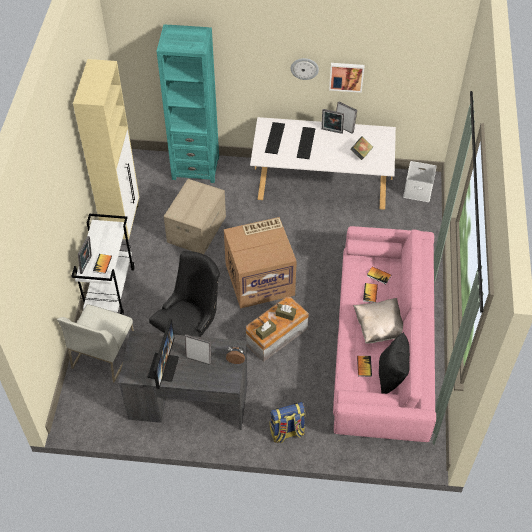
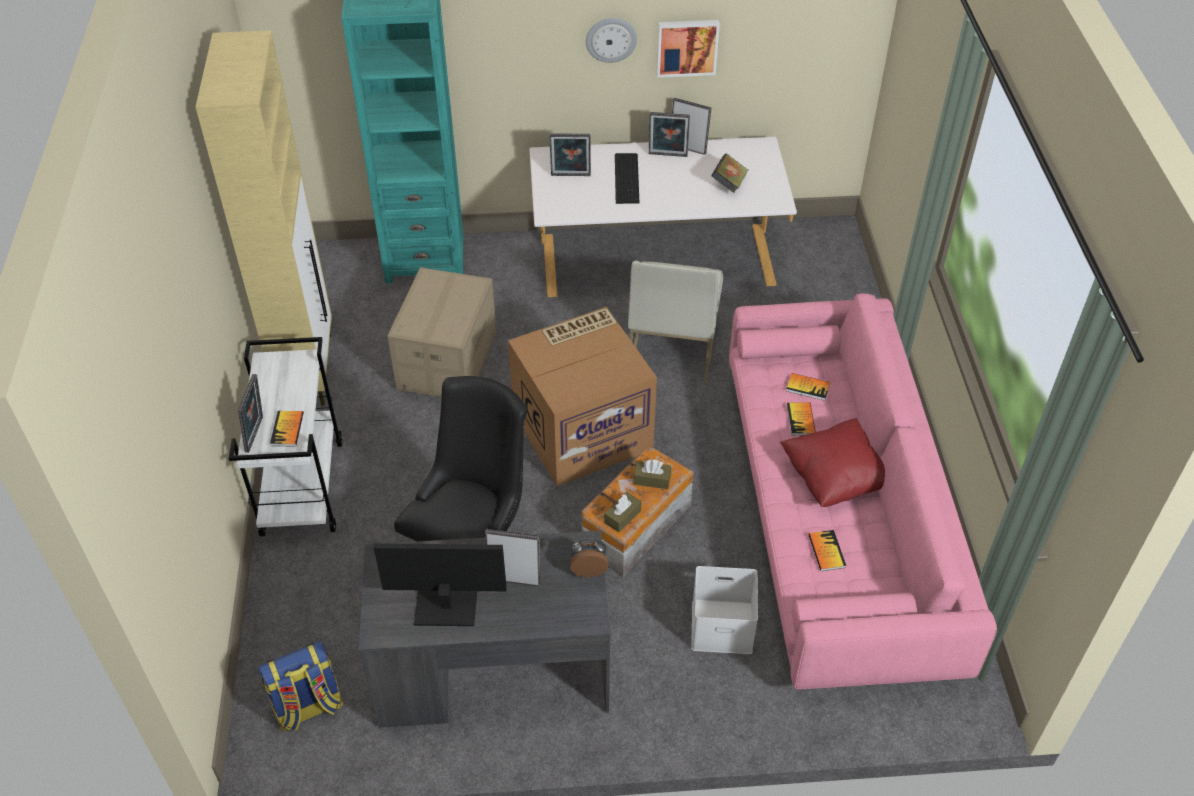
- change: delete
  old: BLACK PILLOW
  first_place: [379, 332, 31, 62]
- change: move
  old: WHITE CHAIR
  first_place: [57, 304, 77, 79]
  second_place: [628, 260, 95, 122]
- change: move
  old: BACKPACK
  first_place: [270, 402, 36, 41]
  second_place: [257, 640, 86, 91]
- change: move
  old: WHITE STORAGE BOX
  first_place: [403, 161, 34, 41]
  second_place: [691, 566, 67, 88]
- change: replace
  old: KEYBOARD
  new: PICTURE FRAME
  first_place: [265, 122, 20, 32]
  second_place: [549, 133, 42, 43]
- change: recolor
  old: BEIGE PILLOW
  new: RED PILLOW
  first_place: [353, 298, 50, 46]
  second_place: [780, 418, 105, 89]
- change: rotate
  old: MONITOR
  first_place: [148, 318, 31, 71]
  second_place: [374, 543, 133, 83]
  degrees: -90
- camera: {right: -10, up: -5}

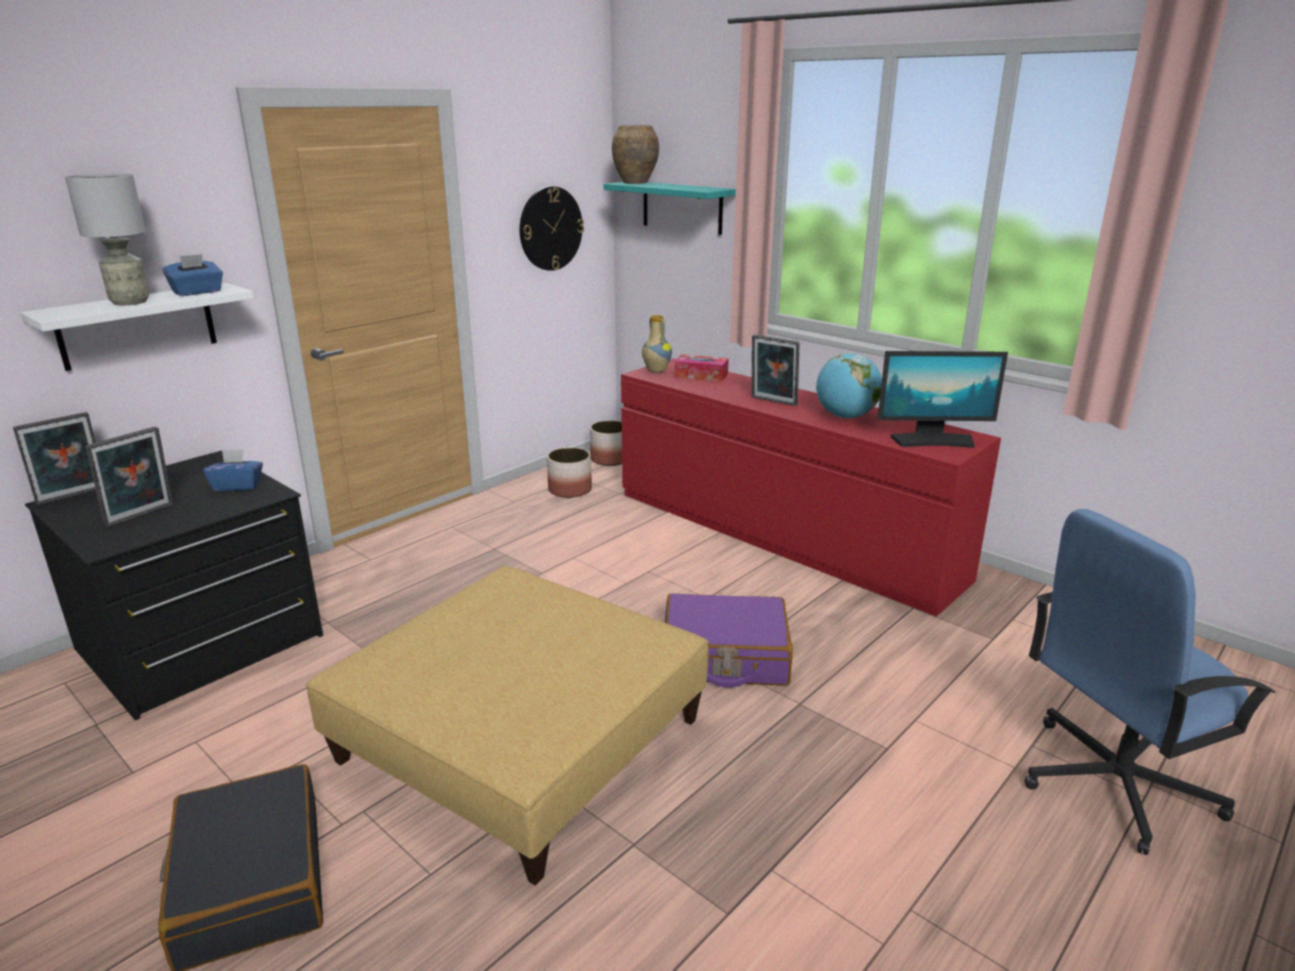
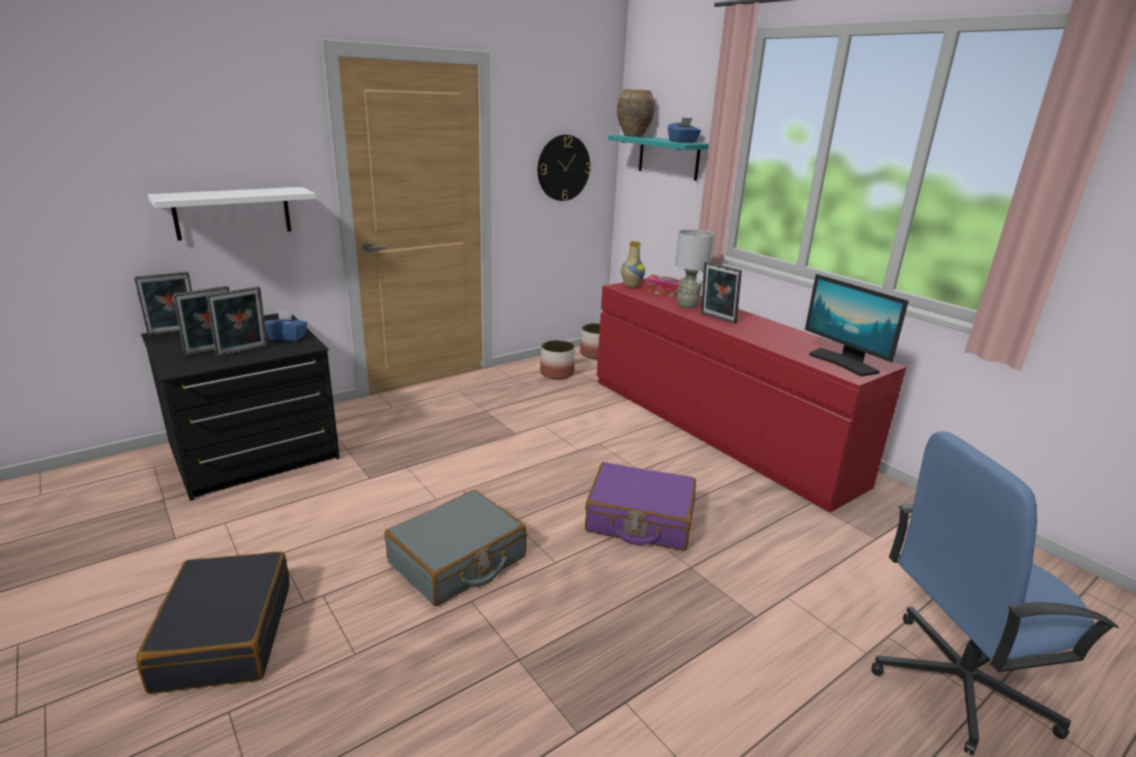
- change: delete
  old: GLOBE
  first_place: [816, 353, 66, 66]
- change: insert
  new: PICTURE FRAME
  second_place: [206, 286, 61, 71]
- change: move
  old: GREY TABLE LAMP
  first_place: [65, 173, 84, 132]
  second_place: [675, 229, 39, 79]
- change: move
  old: BLUE TISSUE BOX
  first_place: [162, 254, 61, 42]
  second_place: [668, 117, 33, 26]
- change: replace
  old: BEIGE OTTOMAN
  new: GREY SUITCASE
  first_place: [305, 566, 404, 320]
  second_place: [384, 490, 143, 116]
- change: rotate
  old: MONITOR
  first_place: [877, 351, 131, 97]
  second_place: [805, 274, 104, 103]
  degrees: 45
- camera: {right: 10, up: 0}

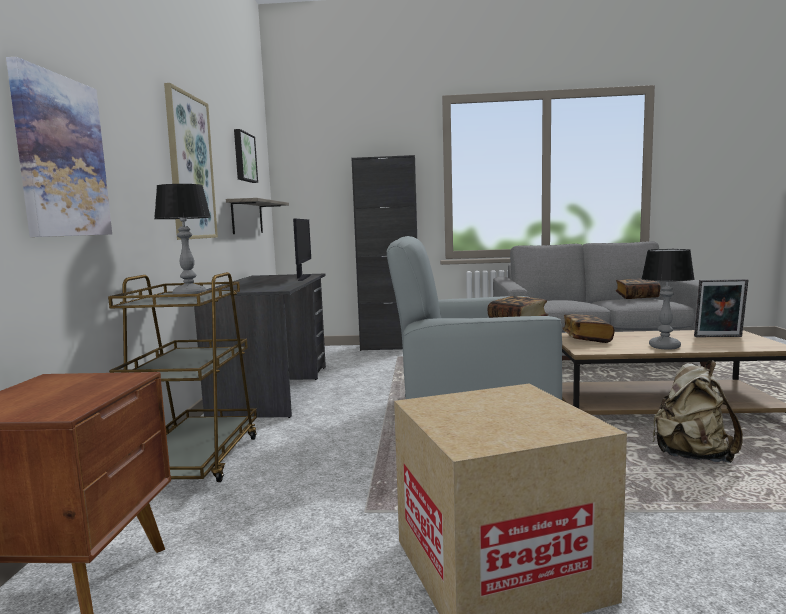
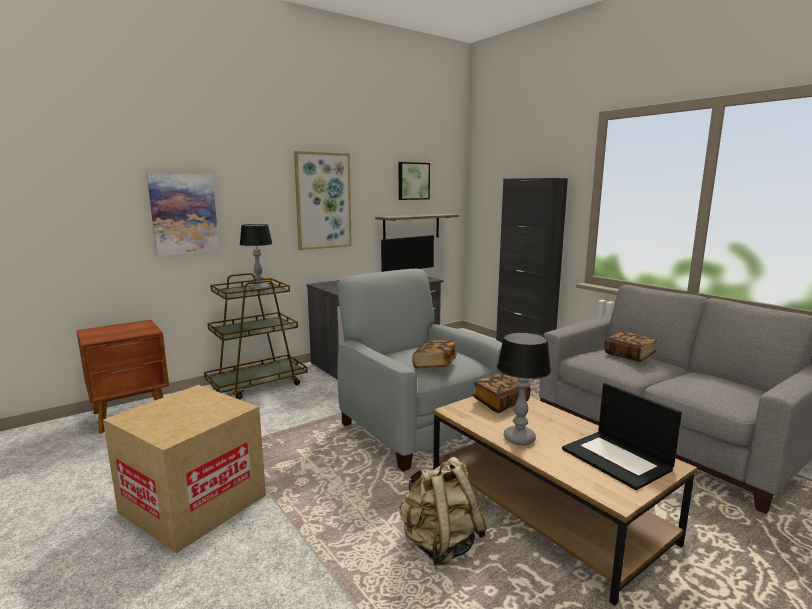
- change: move
  old: BOOK
  first_place: [616, 279, 45, 20]
  second_place: [605, 331, 52, 31]
- change: replace
  old: PICTURE FRAME
  new: LAPTOP
  first_place: [694, 279, 55, 58]
  second_place: [562, 383, 120, 107]
- camera: {right: 50, up: 5}

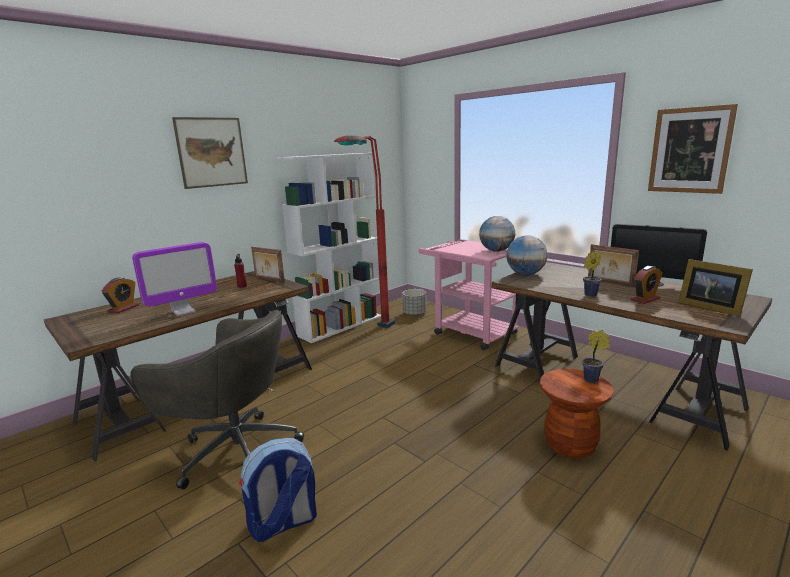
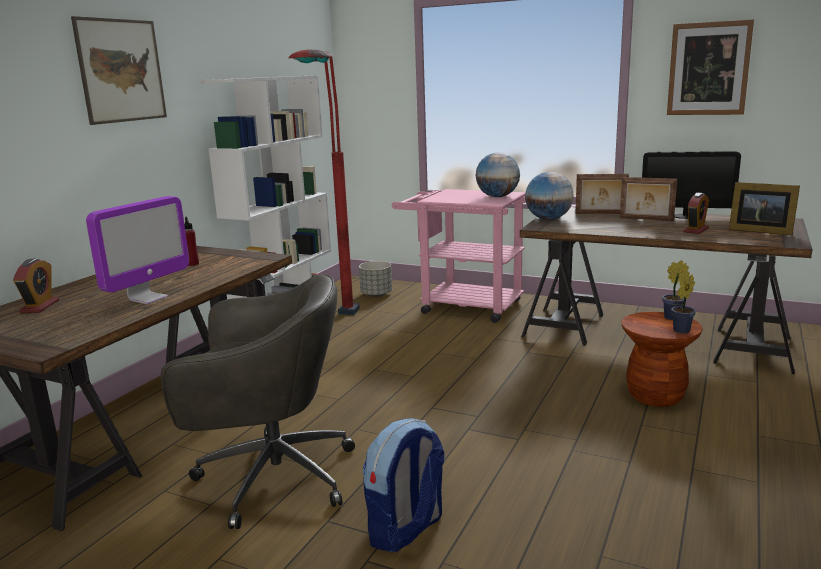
- change: move
  old: PICTURE FRAME
  first_place: [251, 247, 34, 35]
  second_place: [575, 174, 54, 40]
- change: move
  old: POTTED PLANT
  first_place: [583, 251, 19, 45]
  second_place: [671, 274, 25, 60]
- camera: {right: -20, up: 0}

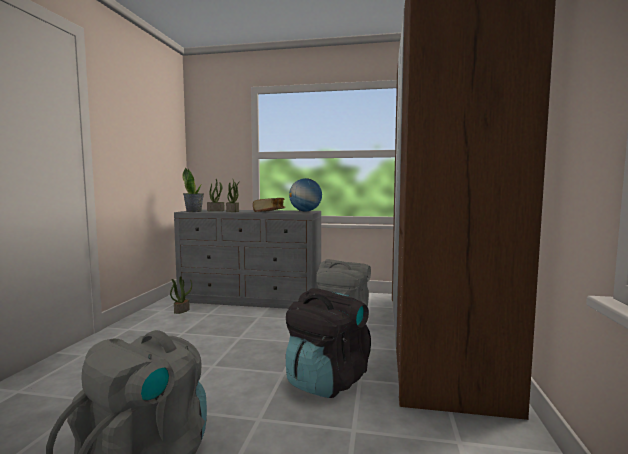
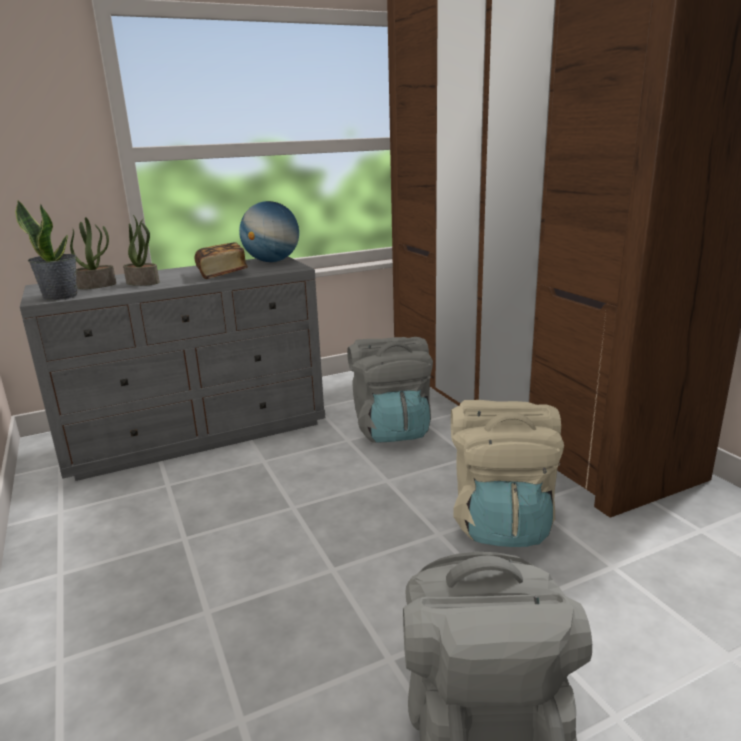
- change: delete
  old: POTTED PLANT
  first_place: [170, 276, 22, 38]
- change: recolor
  old: BLACK BACKPACK
  new: BEIGE BACKPACK
  first_place: [286, 288, 85, 110]
  second_place: [451, 400, 113, 147]
- camera: {right: -35, up: 15}

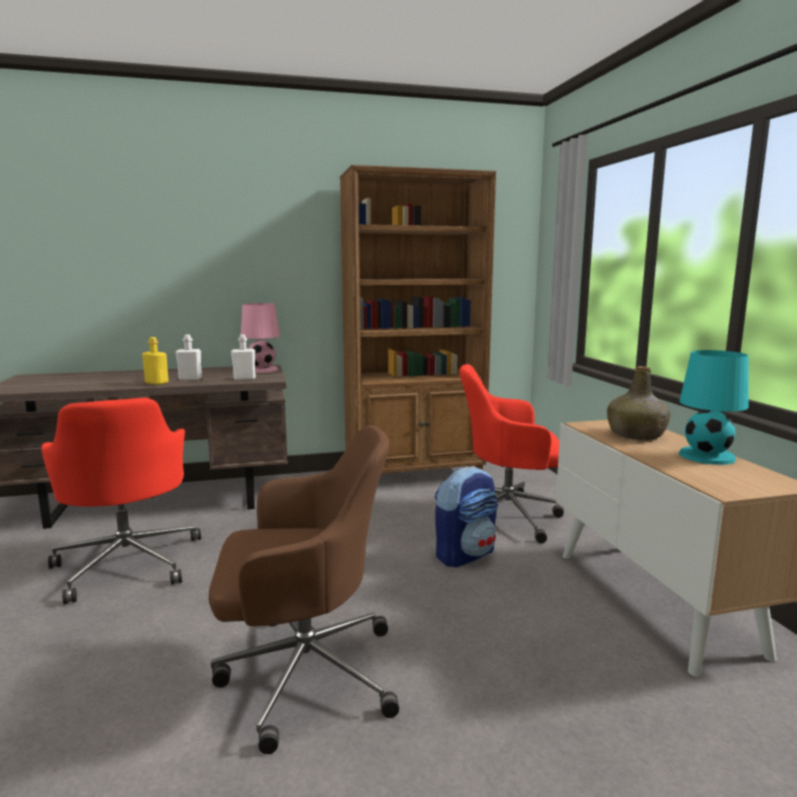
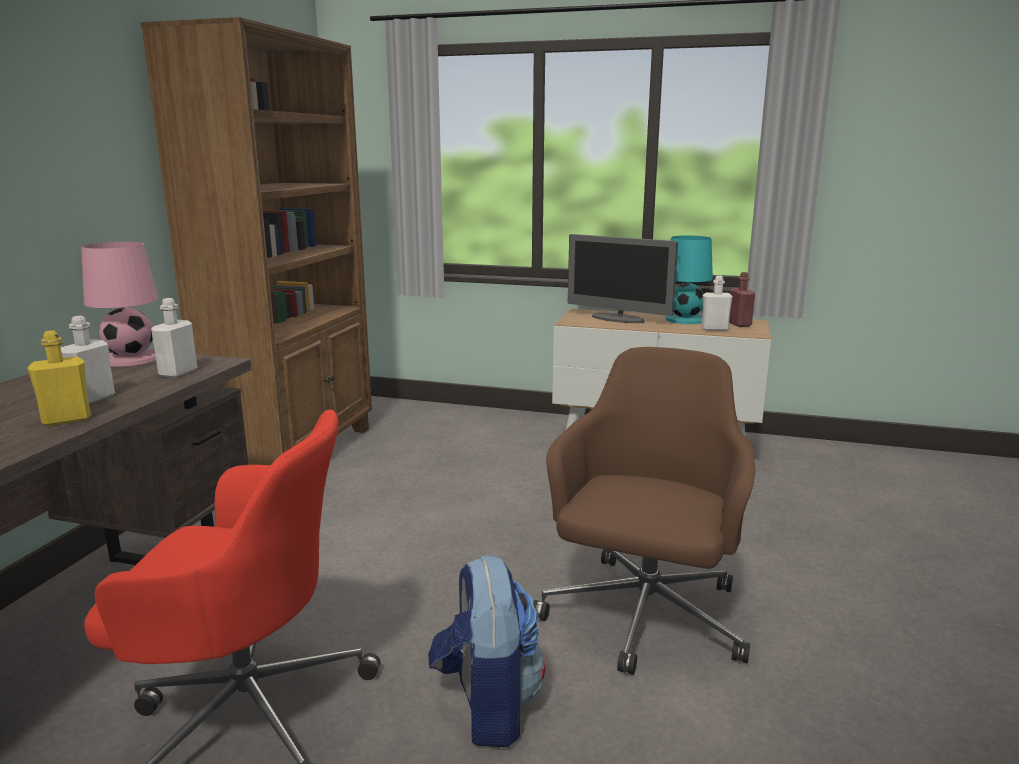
- change: delete
  old: RED OFFICE CHAIR
  first_place: [459, 364, 105, 179]
- change: insert
  new: WHITE BOTTLE
  second_place: [701, 276, 32, 55]
- change: insert
  new: RED BOTTLE
  second_place: [729, 272, 26, 55]
- change: move
  old: BACKPACK
  first_place: [435, 466, 63, 101]
  second_place: [428, 555, 117, 192]
- change: replace
  old: GREEN BOTTLE
  new: MONITOR
  first_place: [607, 366, 64, 74]
  second_place: [567, 234, 111, 89]
- camera: {right: -60, up: 5}

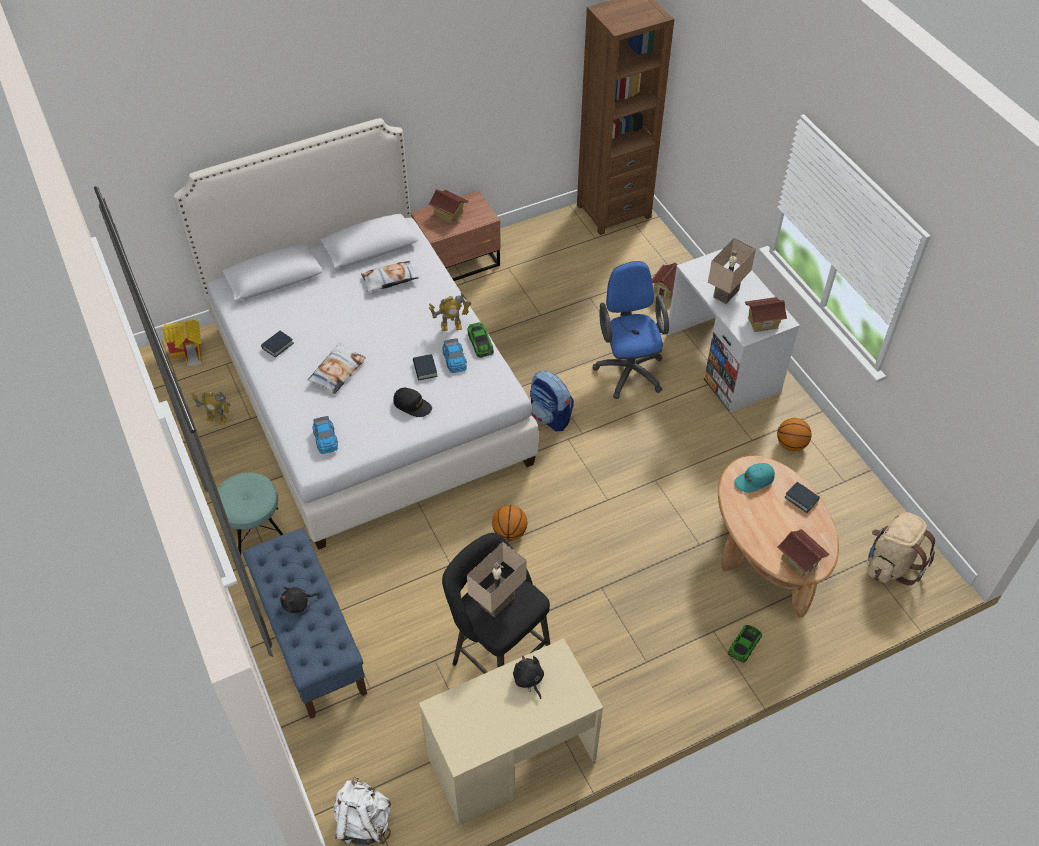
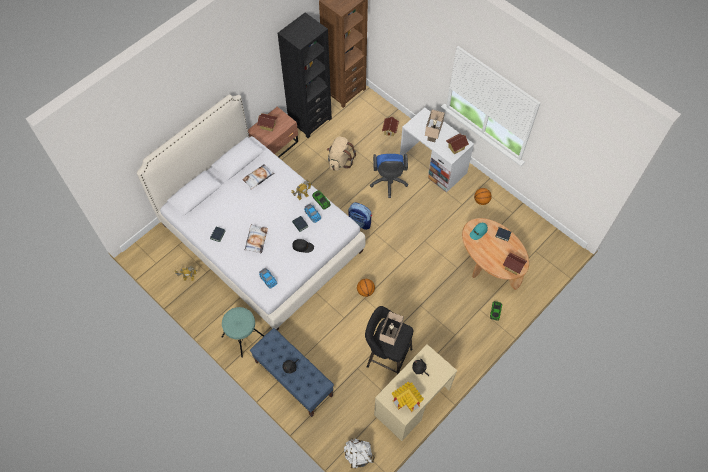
- change: insert
  new: BLACK BOOKCASE
  second_place: [278, 12, 54, 126]
- change: move
  old: TOY HOUSE
  first_place: [162, 319, 40, 47]
  second_place: [392, 382, 32, 30]
- change: move
  old: BEIGE BACKPACK
  first_place: [868, 512, 67, 73]
  second_place: [327, 137, 29, 34]
- change: rotate
  old: BLUE OFFICE CHAIR
  first_place: [593, 261, 76, 138]
  second_place: [370, 154, 38, 44]
  degrees: -150
- camera: {right: -20, up: 10}

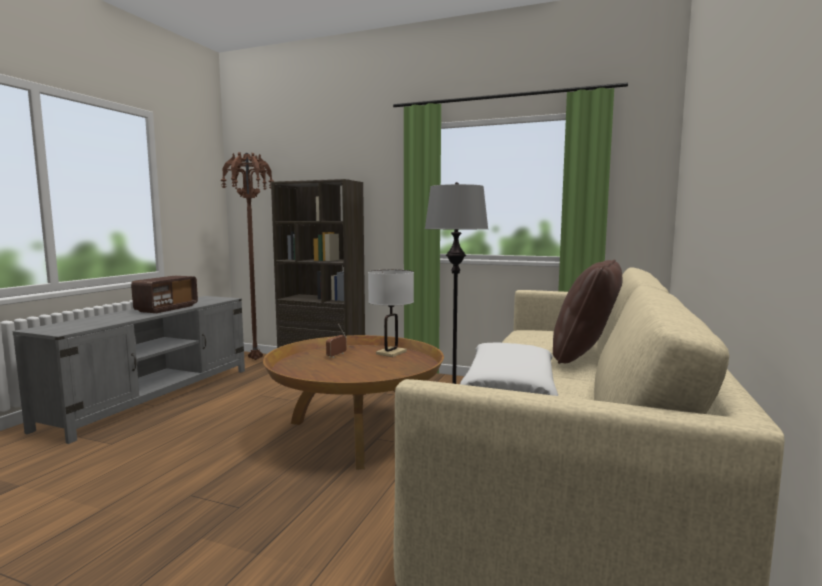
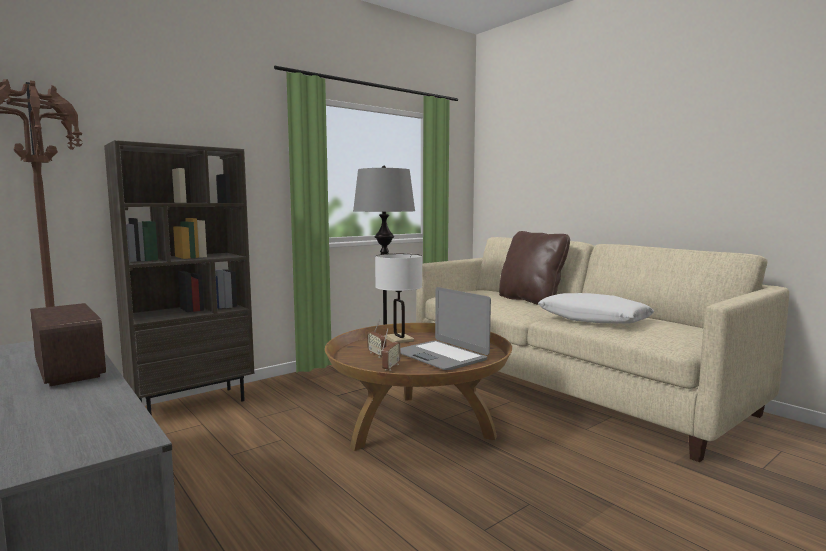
- change: insert
  new: RADIO
  second_place: [382, 328, 19, 43]
- change: insert
  new: LAPTOP
  second_place: [400, 287, 91, 83]
- camera: {right: -60, up: 0}

